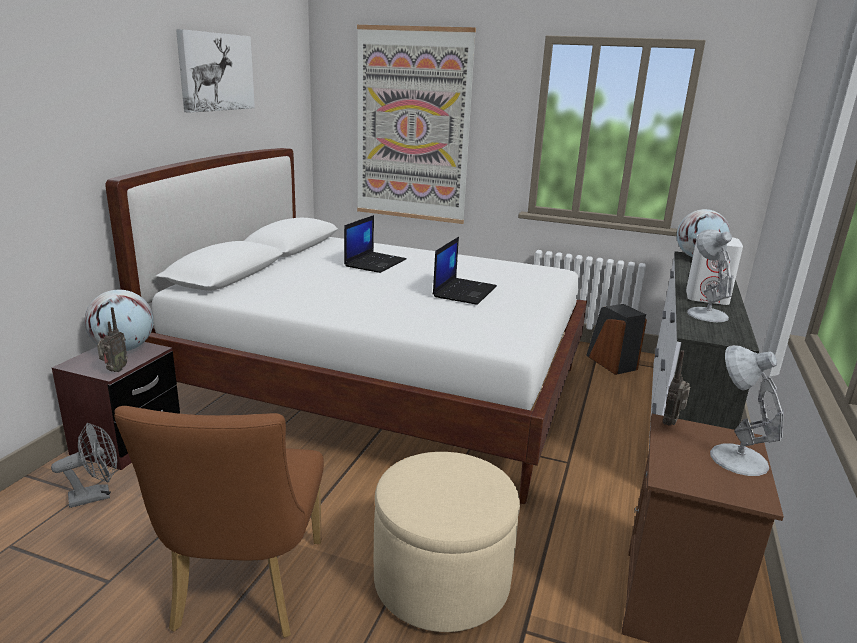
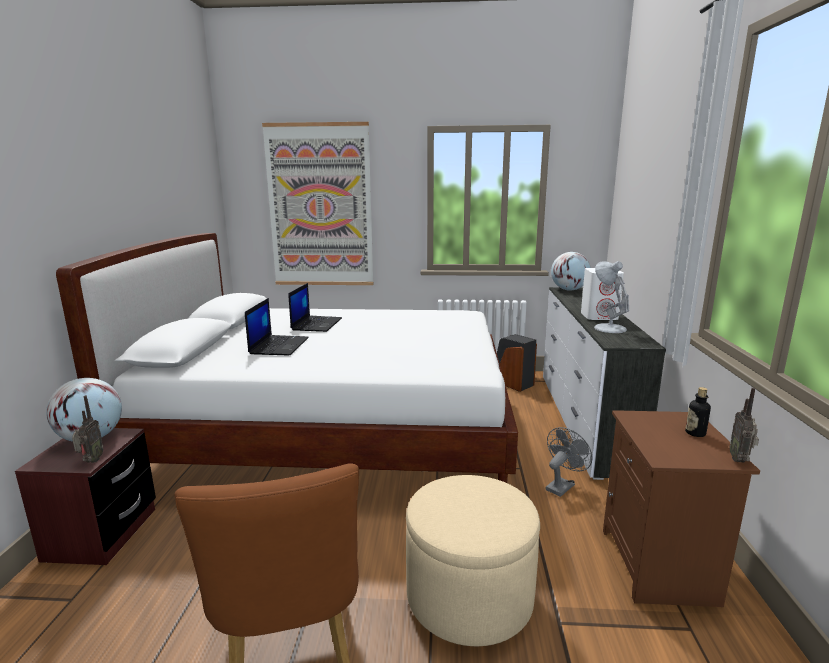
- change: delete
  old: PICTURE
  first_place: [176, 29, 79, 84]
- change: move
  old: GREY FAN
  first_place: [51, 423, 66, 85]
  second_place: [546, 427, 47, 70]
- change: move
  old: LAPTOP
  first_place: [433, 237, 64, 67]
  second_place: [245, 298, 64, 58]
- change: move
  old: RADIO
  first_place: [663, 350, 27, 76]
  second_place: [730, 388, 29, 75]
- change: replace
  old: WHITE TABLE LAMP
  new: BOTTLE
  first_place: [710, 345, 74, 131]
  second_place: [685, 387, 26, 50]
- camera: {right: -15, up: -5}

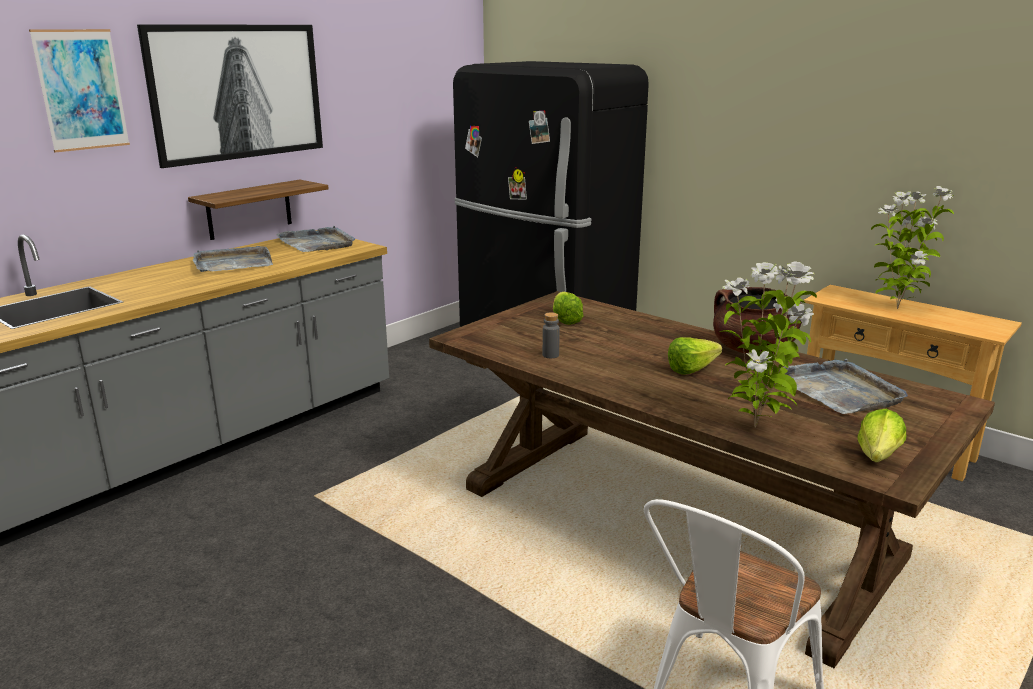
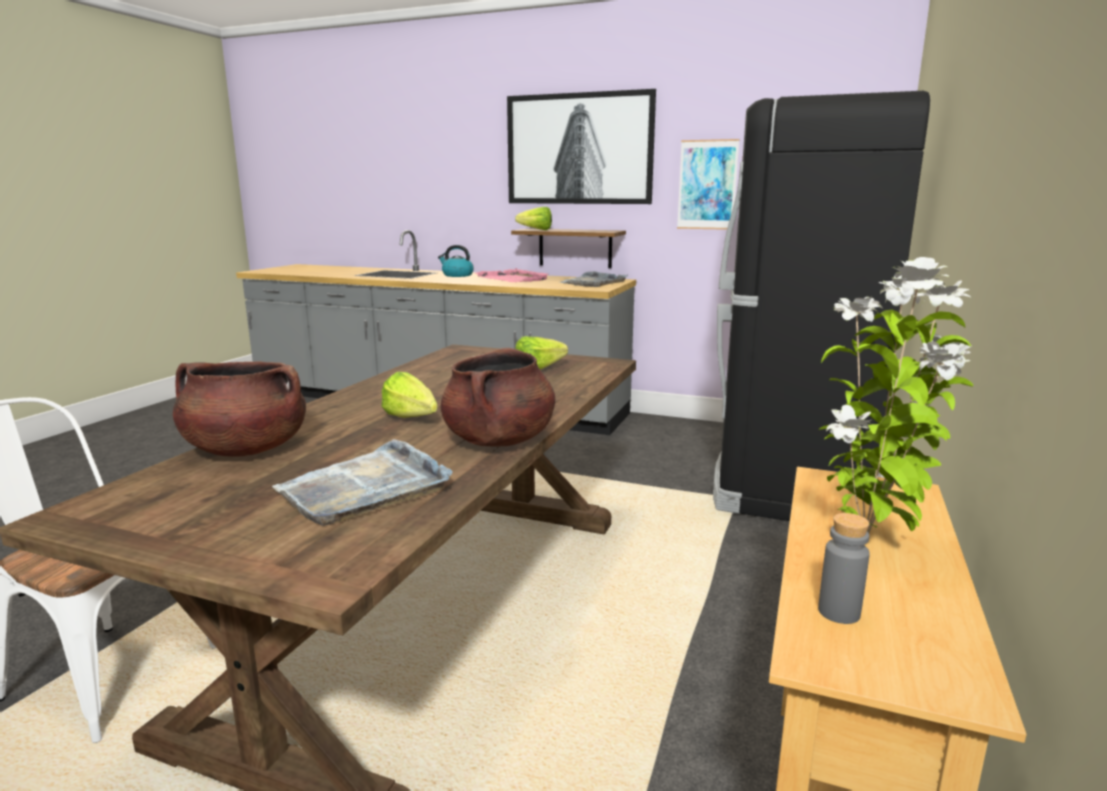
- change: insert
  new: KETTLE
  second_place: [438, 245, 36, 32]
- change: move
  old: PICTURE
  first_place: [29, 29, 101, 124]
  second_place: [677, 139, 62, 91]
- change: move
  old: GREY BOTTLE
  first_place: [542, 312, 18, 46]
  second_place: [818, 513, 52, 111]
- change: move
  old: LETTUCE
  first_place: [858, 409, 48, 53]
  second_place: [515, 207, 37, 23]
- change: replace
  old: POTTED PLANT
  new: BROWN COOKING POT
  first_place: [719, 261, 98, 167]
  second_place: [173, 361, 133, 96]
- change: recolor
  old: GREY TRAY
  new: PINK TRAY
  first_place: [193, 246, 80, 26]
  second_place: [475, 268, 74, 14]
- camera: {right: 70, up: -5}

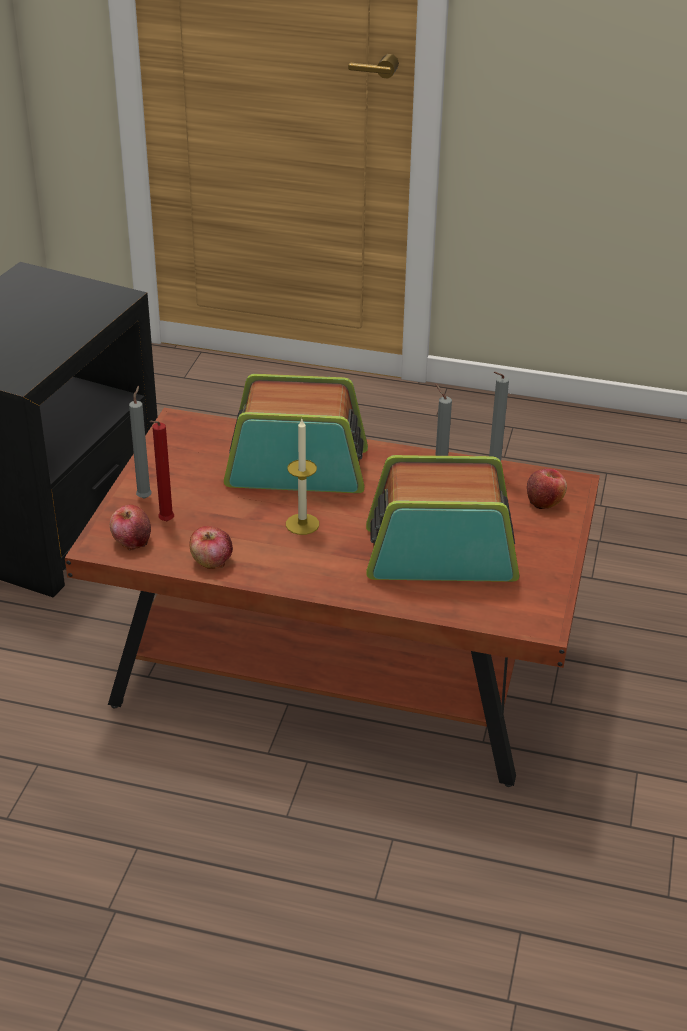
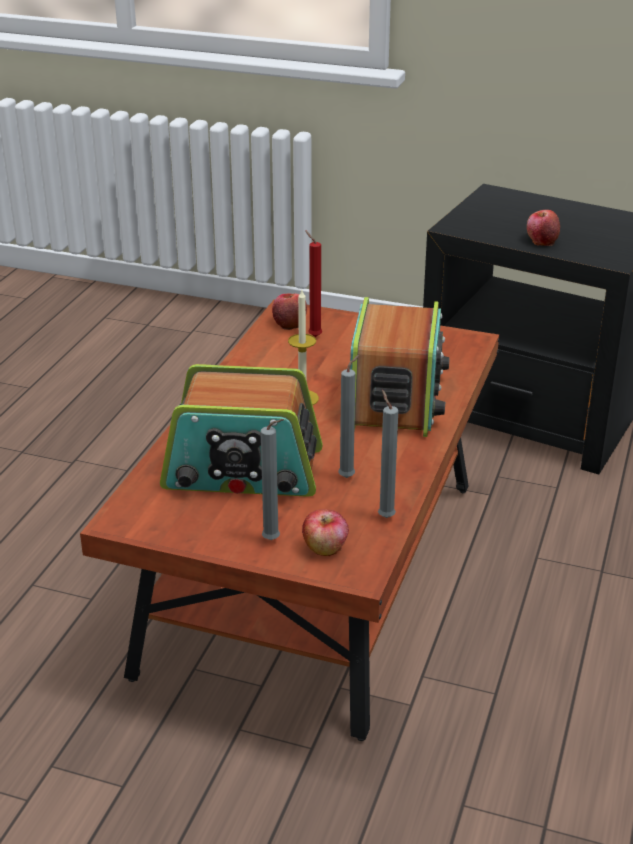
- change: move
  old: GREY CANDLE
  first_place: [129, 386, 23, 113]
  second_place: [261, 419, 23, 121]
- change: move
  old: APPLE
  first_place: [190, 526, 43, 43]
  second_place: [527, 210, 33, 36]
- change: rotate
  old: RADIO
  first_place: [366, 455, 153, 127]
  second_place: [160, 364, 163, 133]
  degrees: 90
- camera: {right: 95, up: -5}

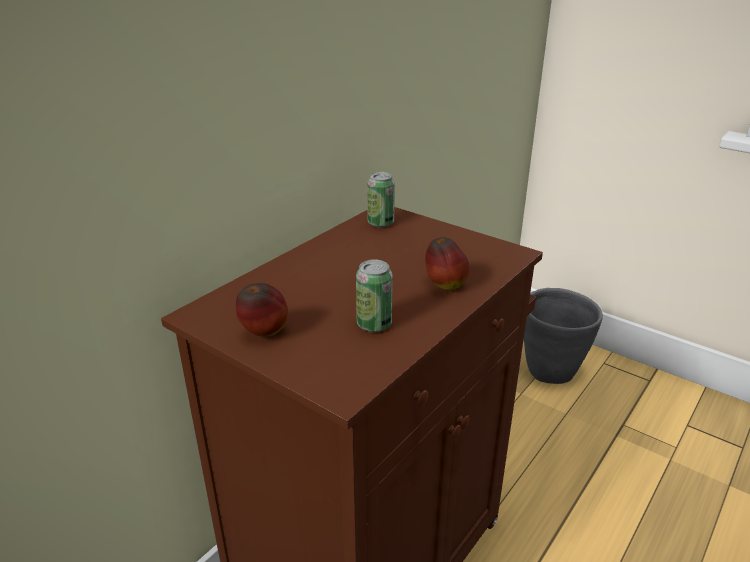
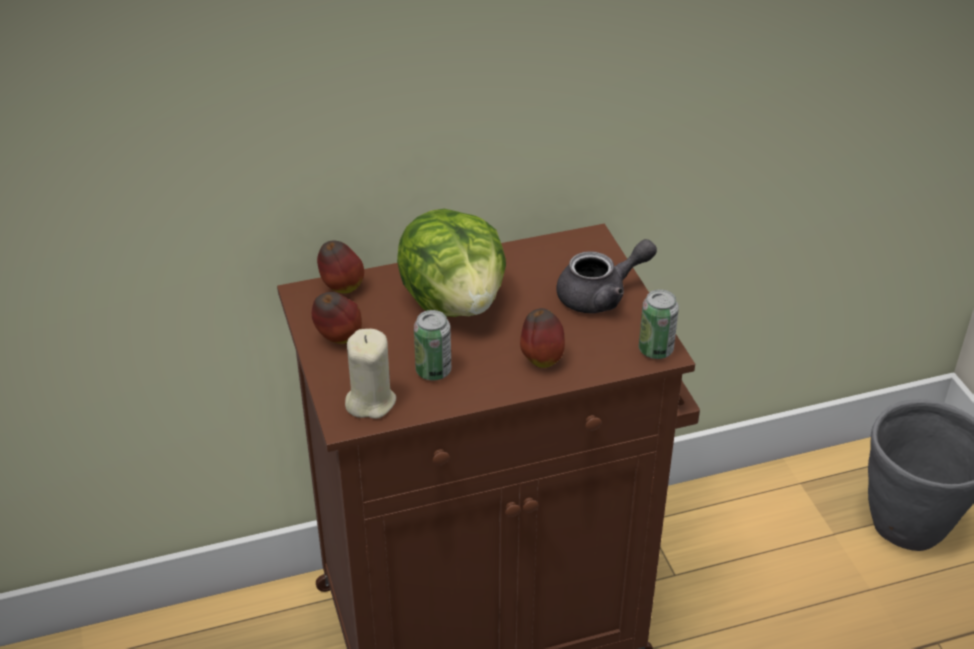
- change: insert
  new: APPLE
  second_place: [317, 240, 47, 54]
- change: insert
  new: BEIGE CANDLE
  second_place: [345, 329, 51, 90]
- change: insert
  new: LETTUCE
  second_place: [397, 208, 109, 109]
- change: insert
  new: GREY TEAPOT
  second_place: [557, 239, 100, 74]
- change: move
  old: CAN
  first_place: [367, 172, 28, 56]
  second_place: [639, 289, 40, 70]
- camera: {right: 35, up: 10}

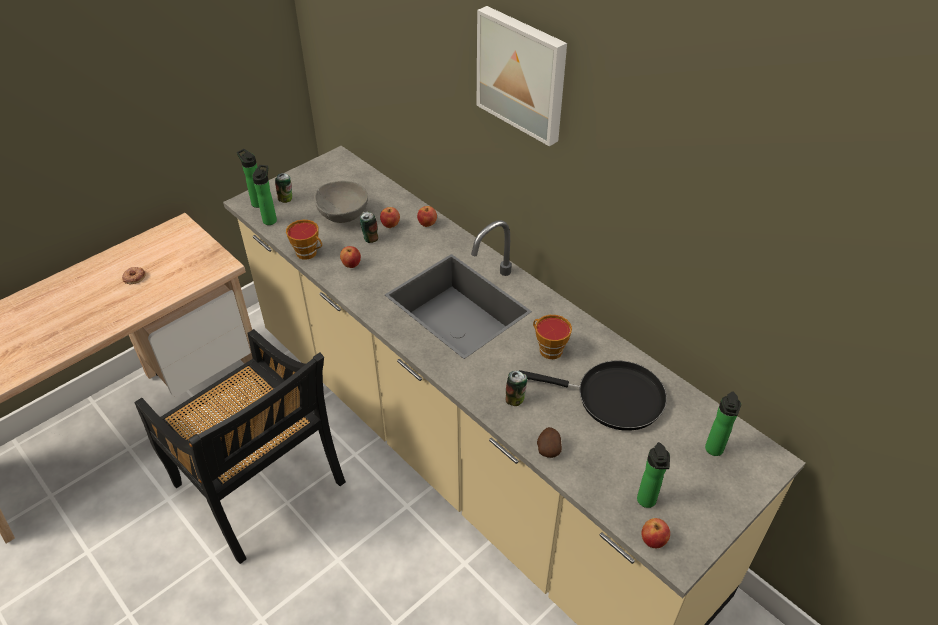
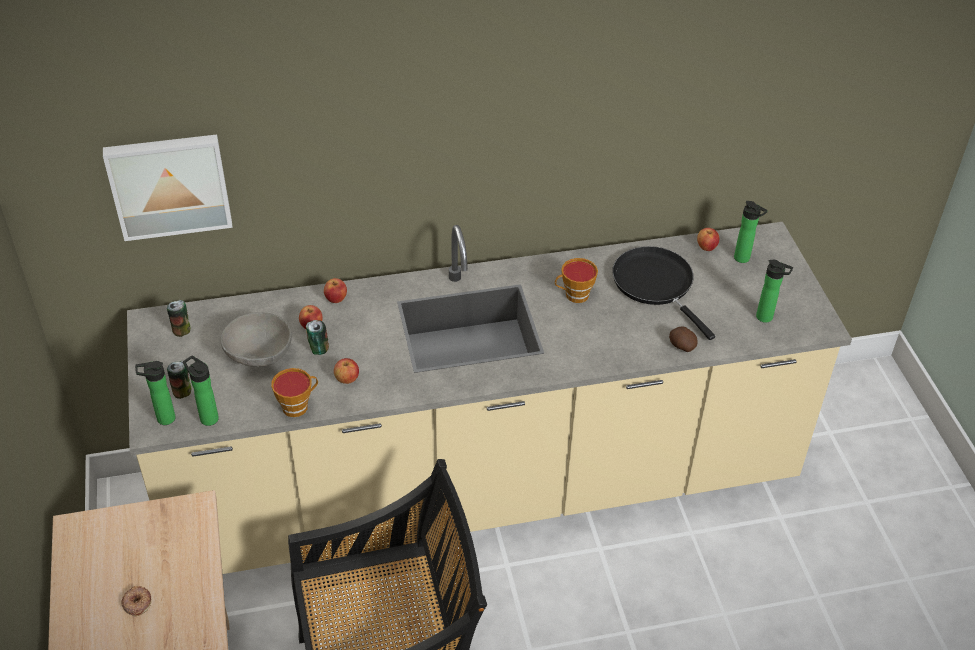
- change: move
  old: PICTURE
  first_place: [477, 6, 90, 140]
  second_place: [103, 134, 130, 107]
- change: move
  old: CAN
  first_place: [505, 371, 22, 35]
  second_place: [167, 300, 23, 37]
- change: move
  old: APPLE
  first_place: [641, 518, 29, 30]
  second_place: [697, 228, 22, 23]
- change: rotate
  old: BLACK FRYING PAN
  first_place: [519, 361, 148, 70]
  second_place: [612, 246, 104, 94]
  degrees: -75
- camera: {right: -60, up: 0}

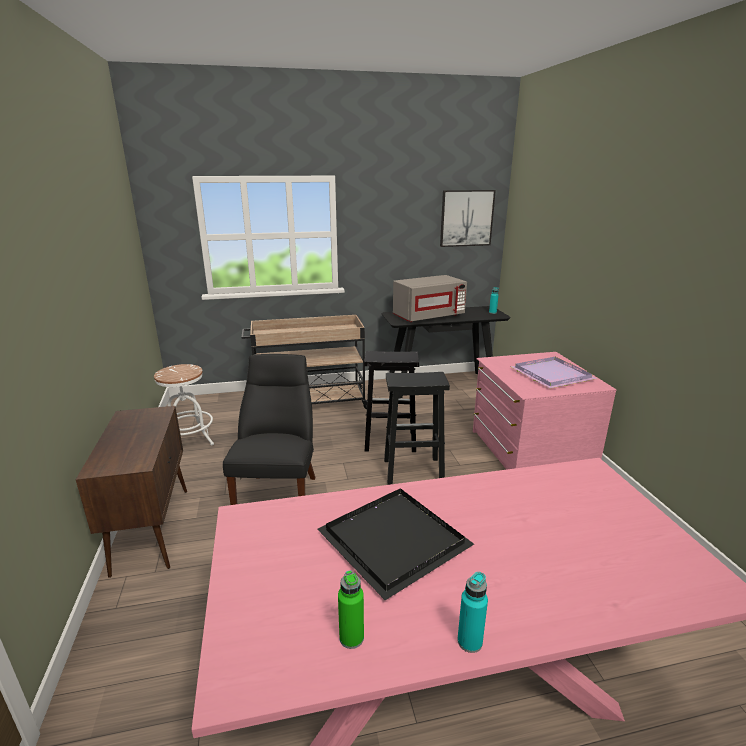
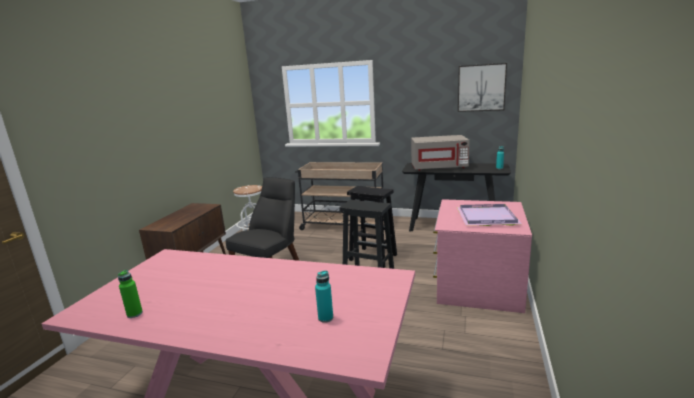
- change: delete
  old: BLACK TRAY
  first_place: [317, 488, 157, 112]
- change: move
  old: TURQUOISE BOTTLE
  first_place: [457, 572, 31, 81]
  second_place: [315, 270, 18, 53]
- camera: {right: 30, up: -5}

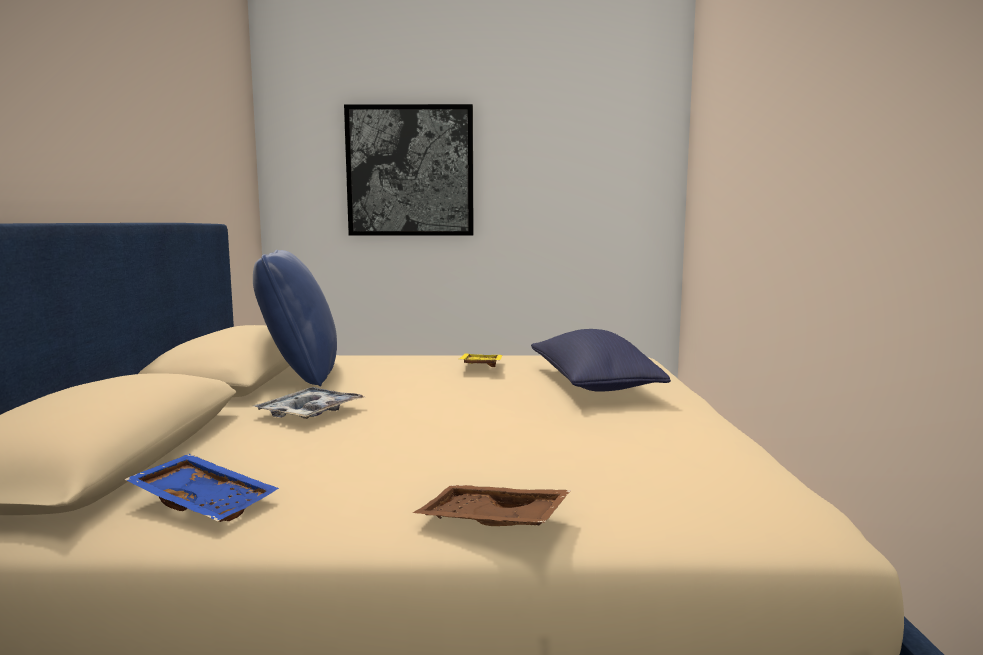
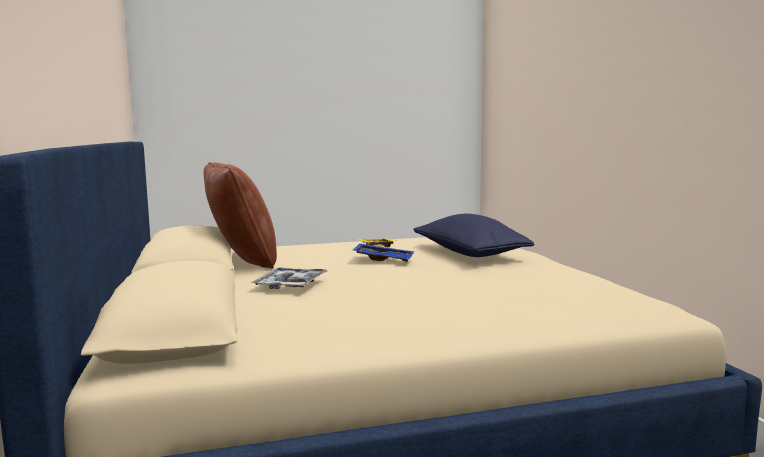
- change: delete
  old: PICTURE
  first_place: [344, 104, 129, 132]
- change: delete
  old: BROWN TRAY
  first_place: [413, 485, 158, 41]
- change: move
  old: BLUE TRAY
  first_place: [124, 454, 155, 68]
  second_place: [353, 243, 61, 19]
- change: recolor
  old: BLUE PILLOW
  new: BROWN PILLOW
  first_place: [253, 250, 84, 136]
  second_place: [203, 162, 74, 107]
- camera: {right: -15, up: 0}

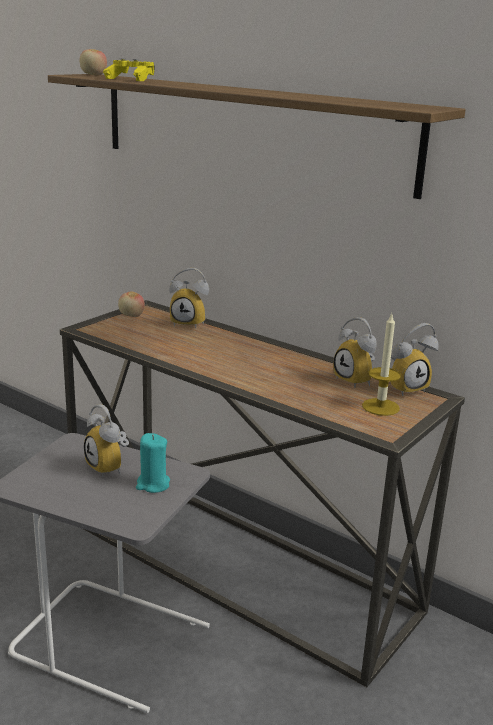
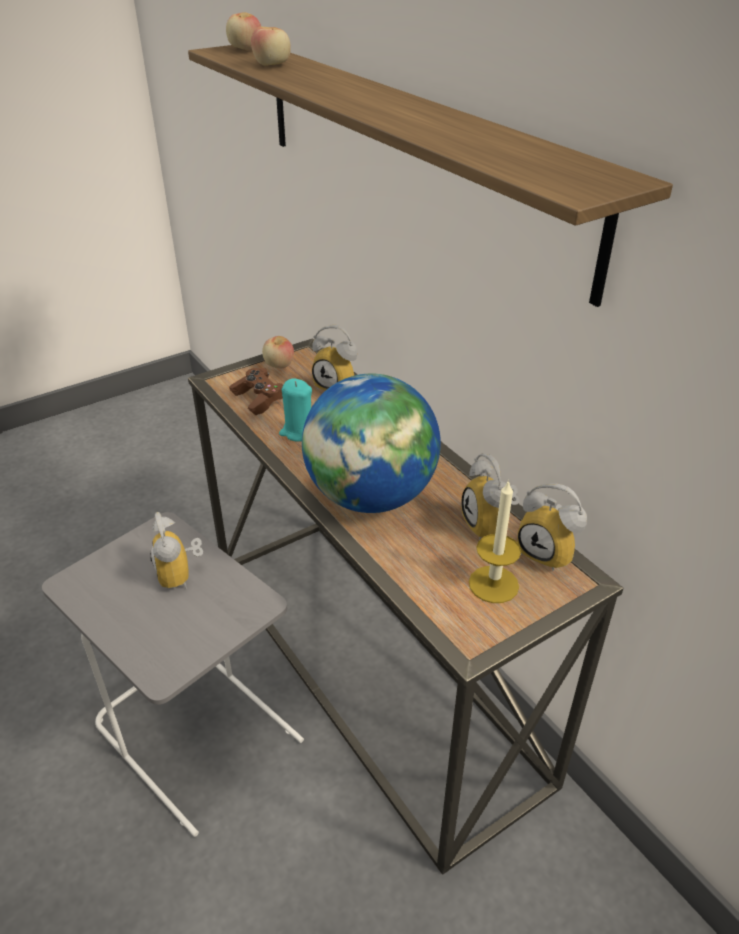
- change: insert
  new: BROWN GAME CONTROLLER
  second_place: [229, 368, 54, 47]
- change: insert
  new: GLOBE
  second_place: [302, 374, 139, 139]
- change: move
  old: TURQUOISE CANDLE
  first_place: [136, 433, 34, 60]
  second_place: [279, 378, 33, 64]
- change: replace
  old: YELLOW GAME CONTROLLER
  new: APPLE
  first_place: [103, 59, 52, 22]
  second_place: [251, 27, 40, 39]
- change: rotate
  old: ALARM CLOCK
  first_place: [391, 323, 48, 73]
  second_place: [517, 483, 70, 88]
  degrees: 45
- camera: {right: 20, up: 15}

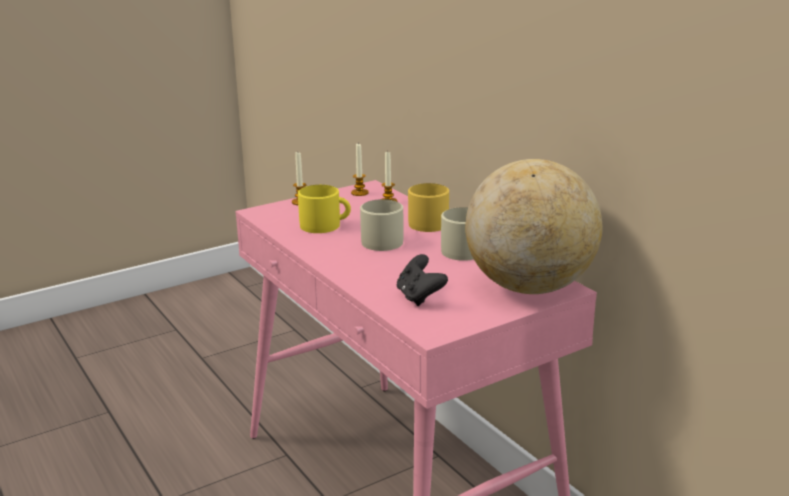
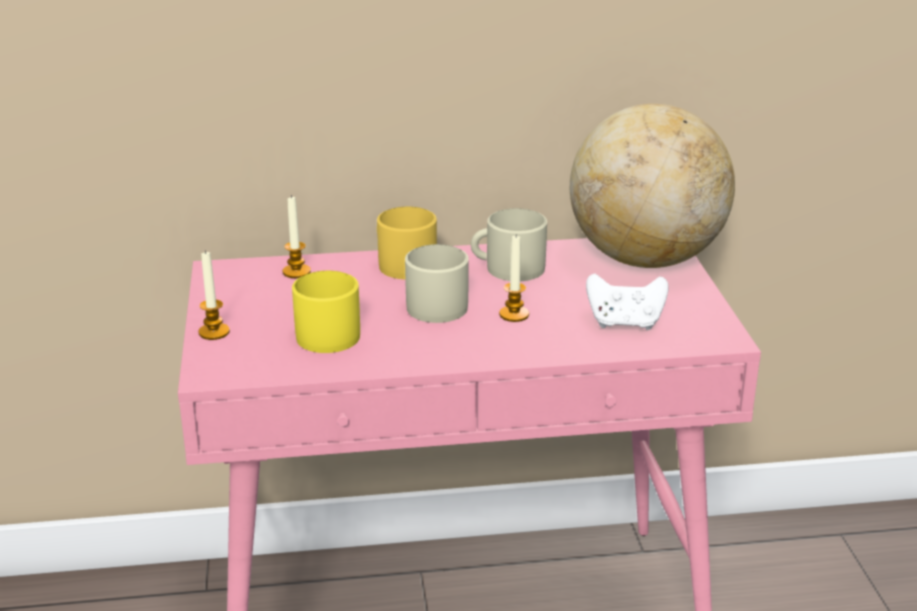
- change: move
  old: CANDLE
  first_place: [351, 143, 18, 53]
  second_place: [499, 234, 30, 88]
- change: recolor
  old: BLACK GAME CONTROLLER
  new: WHITE GAME CONTROLLER
  first_place: [397, 254, 51, 52]
  second_place: [586, 274, 83, 56]
- camera: {right: -65, up: 5}

